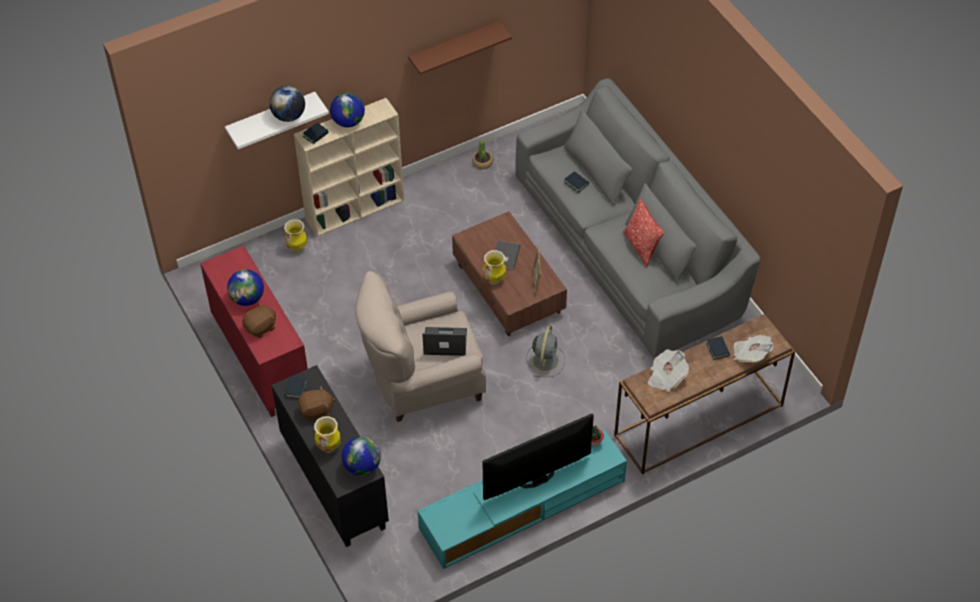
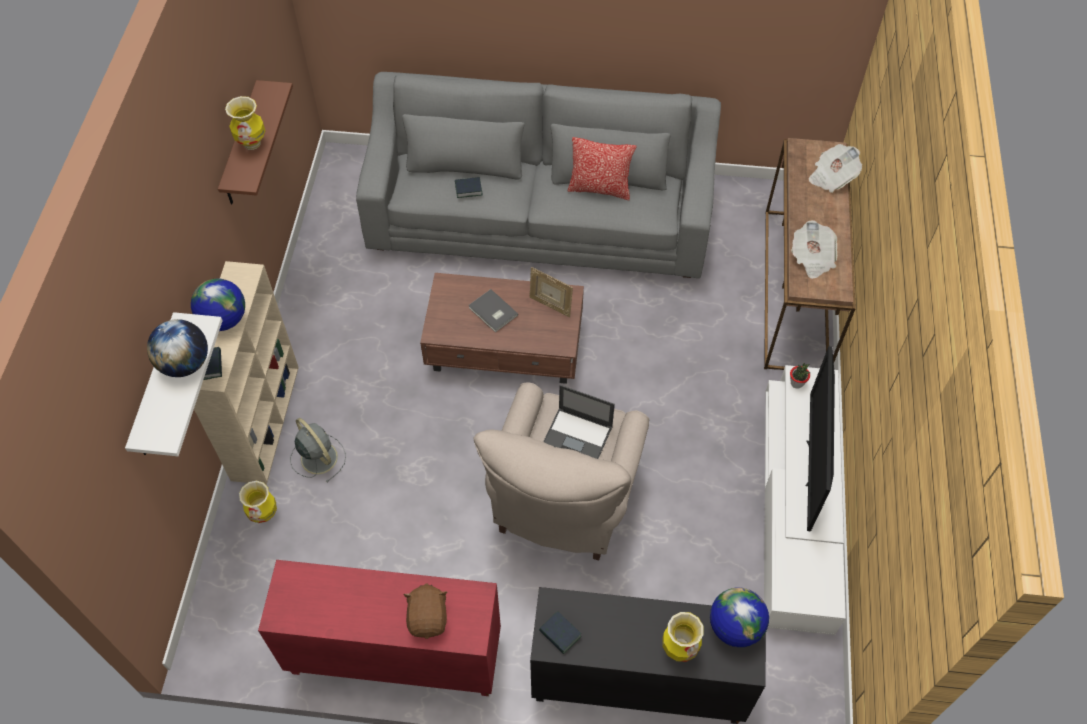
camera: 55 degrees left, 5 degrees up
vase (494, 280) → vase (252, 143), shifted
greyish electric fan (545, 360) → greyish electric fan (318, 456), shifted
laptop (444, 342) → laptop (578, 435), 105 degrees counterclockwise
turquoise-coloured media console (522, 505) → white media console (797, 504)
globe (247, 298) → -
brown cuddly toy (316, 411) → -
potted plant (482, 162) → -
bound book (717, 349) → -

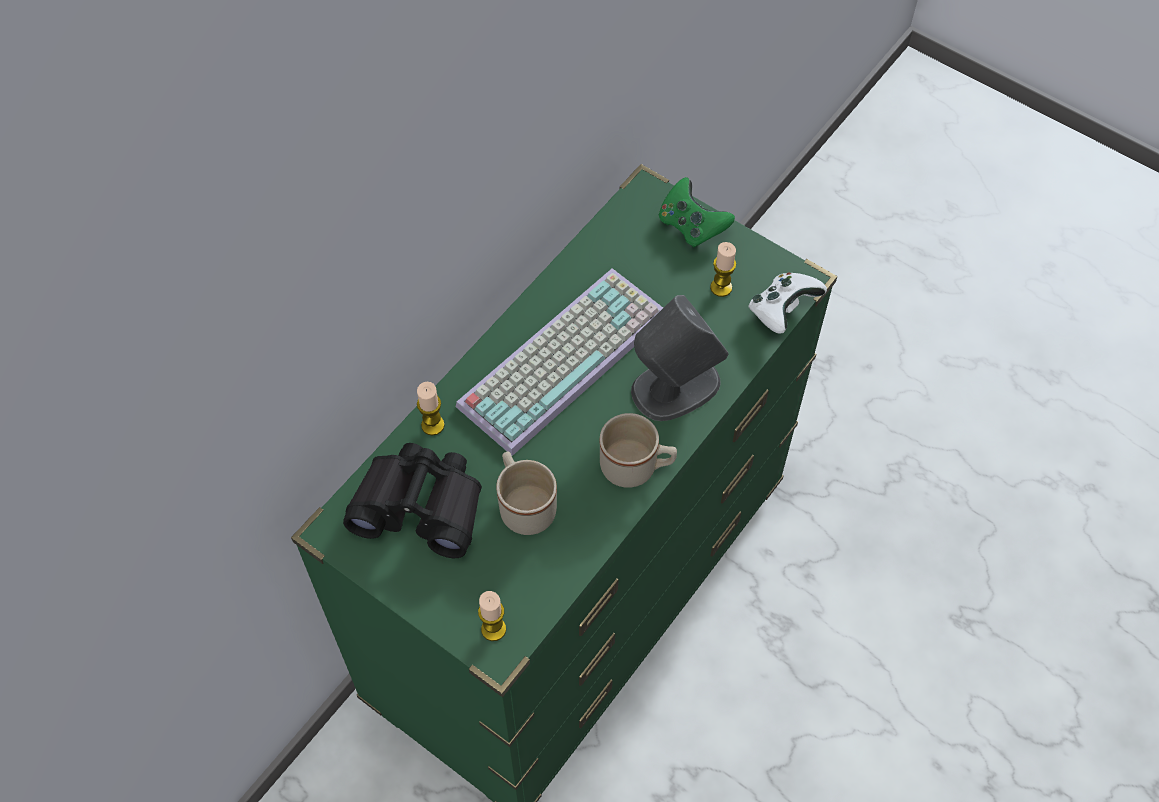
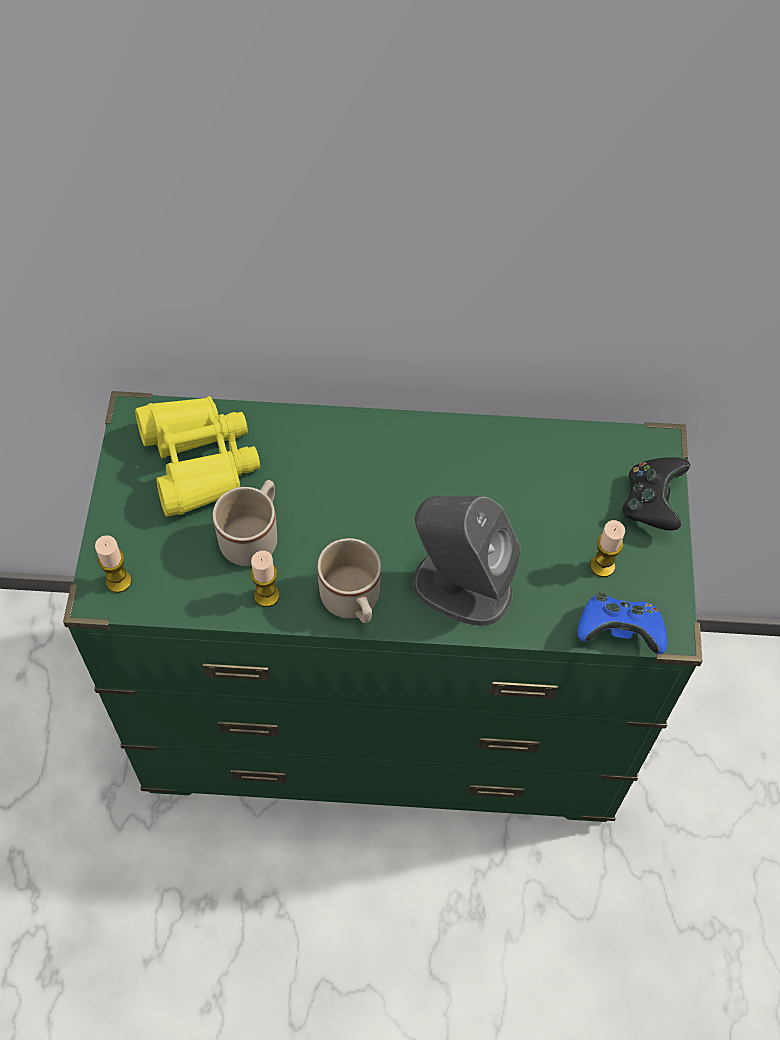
camera: 55 degrees right, 0 degrees up
black binoculars (420, 507) → yellow-coloured binoculars (199, 462)
wax light (432, 425) → wax light (267, 595), shifted
white joypad (782, 311) → blue-coloured joypad (619, 633)
greenish joypad (691, 226) → black joypad (651, 503)
computer keyboard (562, 356) → -

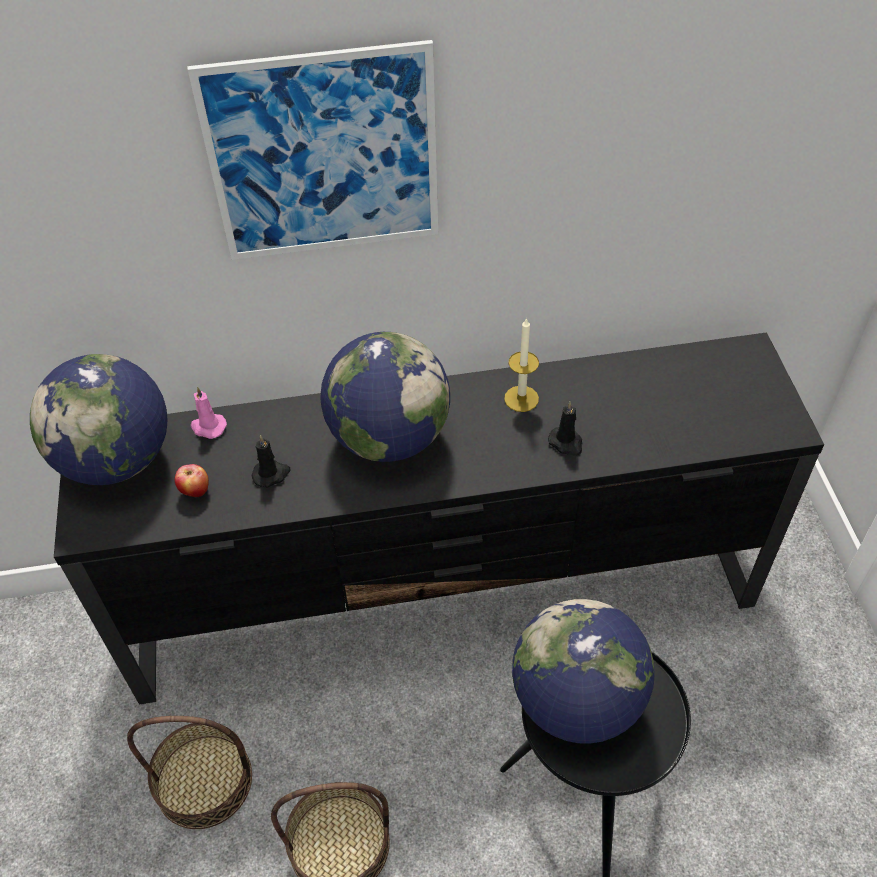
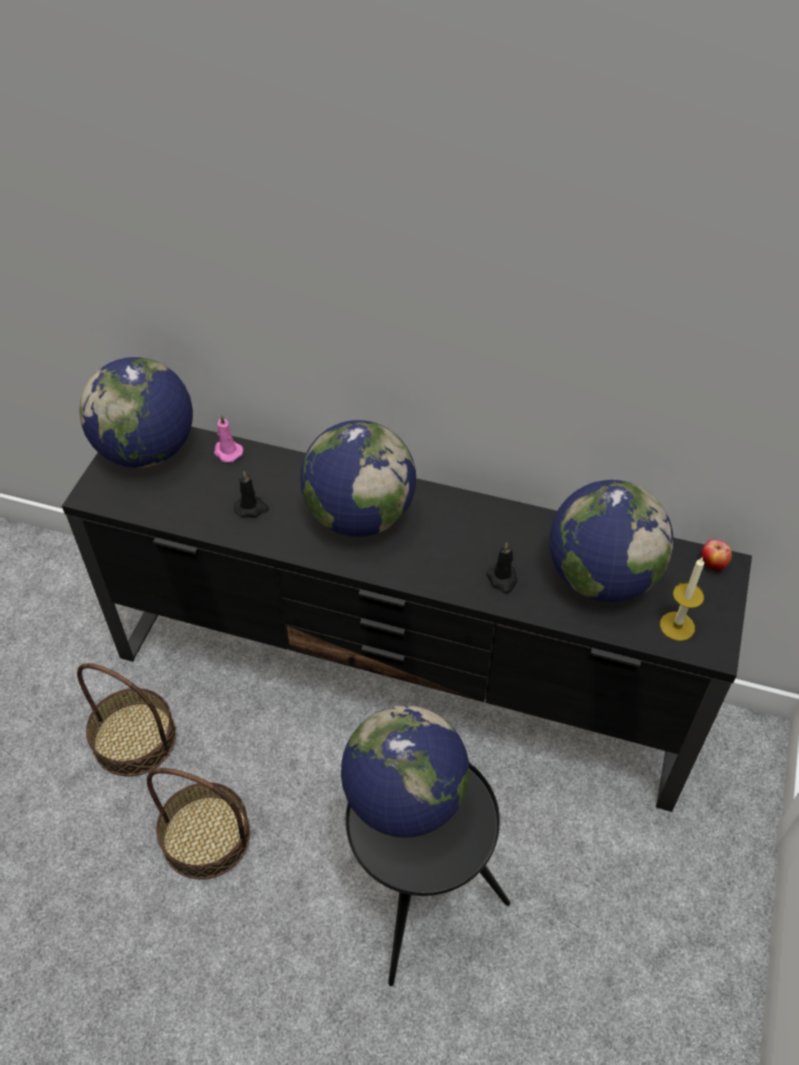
camera: 25 degrees right, 0 degrees up
- → globe (601, 577)
wax light (521, 398) → wax light (677, 626), shifted
whole apple (195, 491) → whole apple (712, 565), shifted
wall art (324, 156) → -

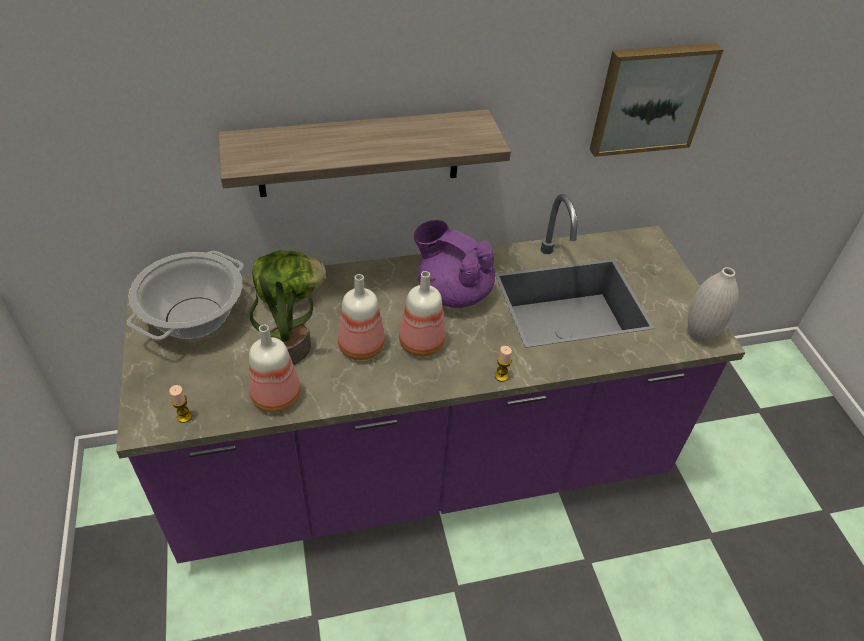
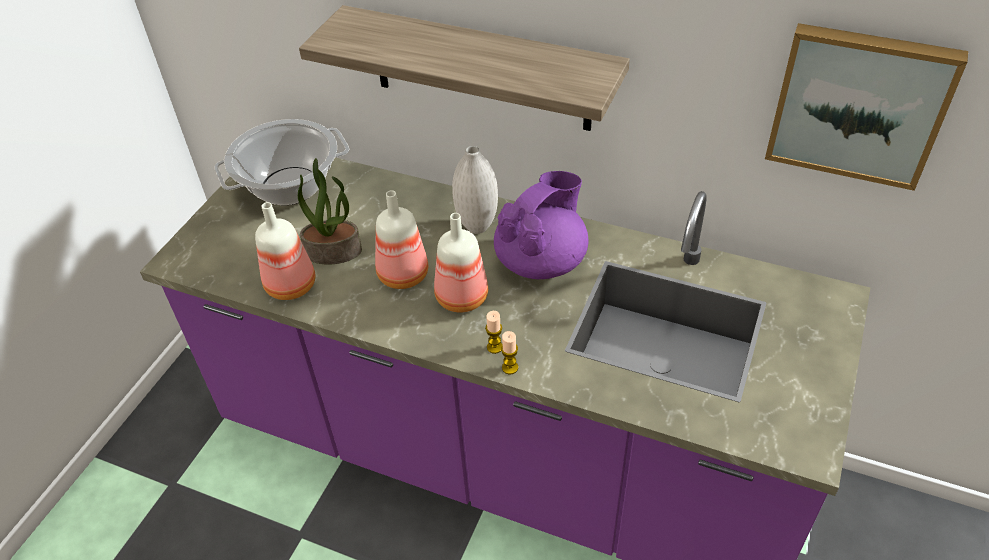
camera: 40 degrees right, 0 degrees up
white vase (699, 335) → white vase (477, 226), shifted
wax light (184, 416) → wax light (494, 347), shifted
purplish teapot (453, 292) → purplish teapot (542, 261), 60 degrees clockwise
lettuce head (289, 295) → -

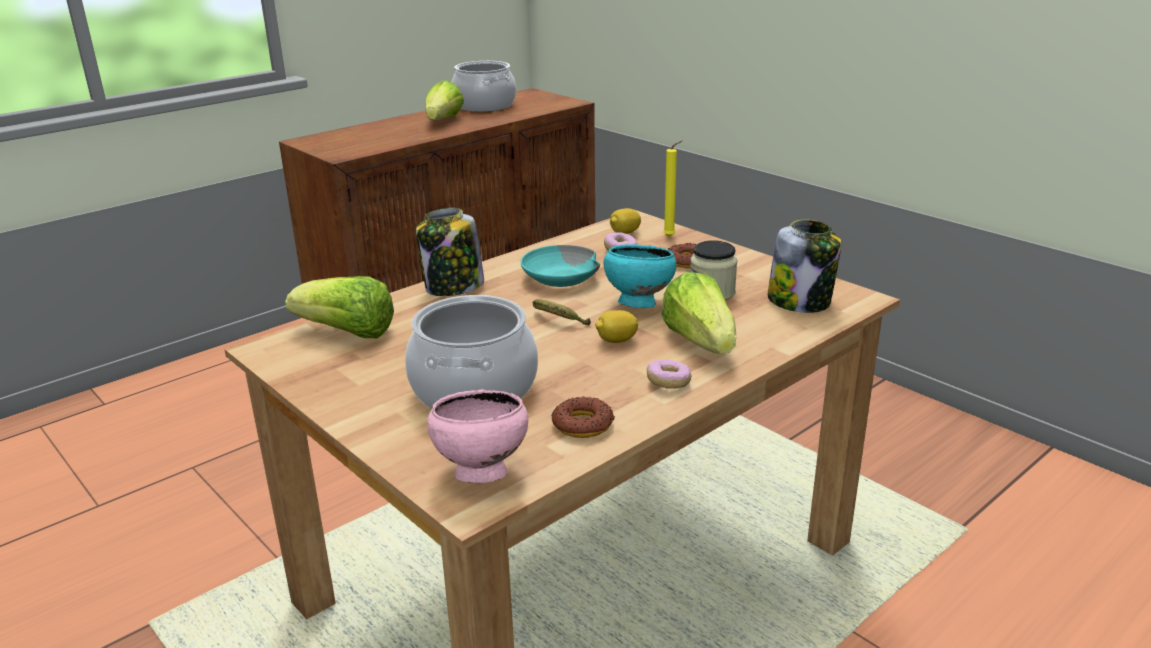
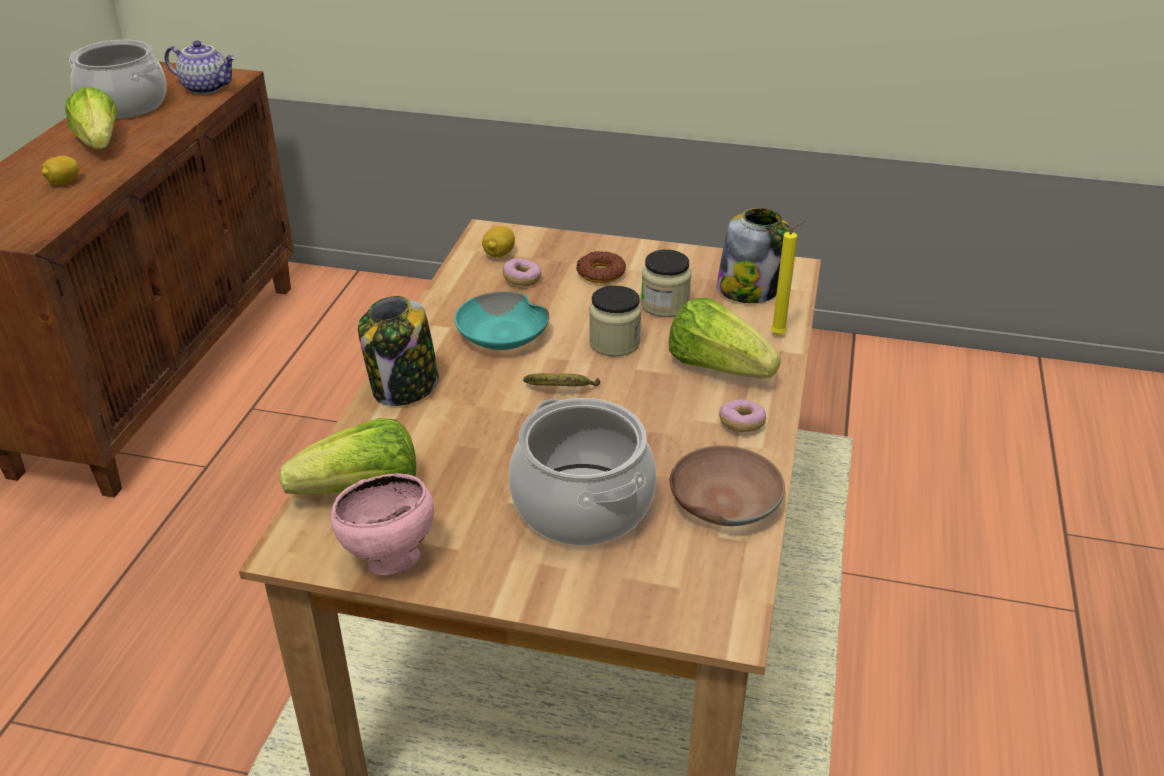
camera: 35 degrees left, 10 degrees up
whole lemon (616, 341) → whole lemon (64, 183), shifted
- → teapot (207, 88)
pink bowl (479, 473) → pink bowl (388, 559), shifted
turquoise-coloured bowl (637, 304) → jar (614, 343)
doughnut (583, 424) → brown bowl (723, 500)
yellow-coloured wax light (671, 237) → yellow-coloured wax light (780, 334), shifted

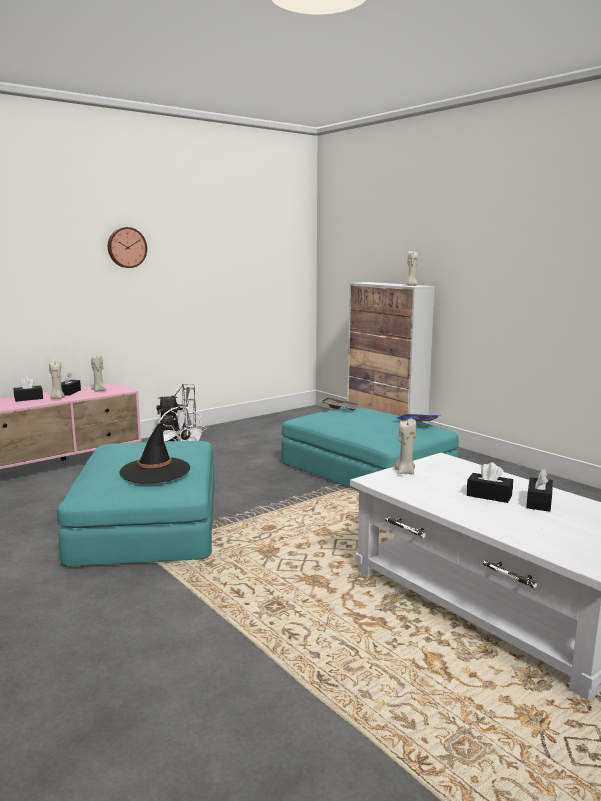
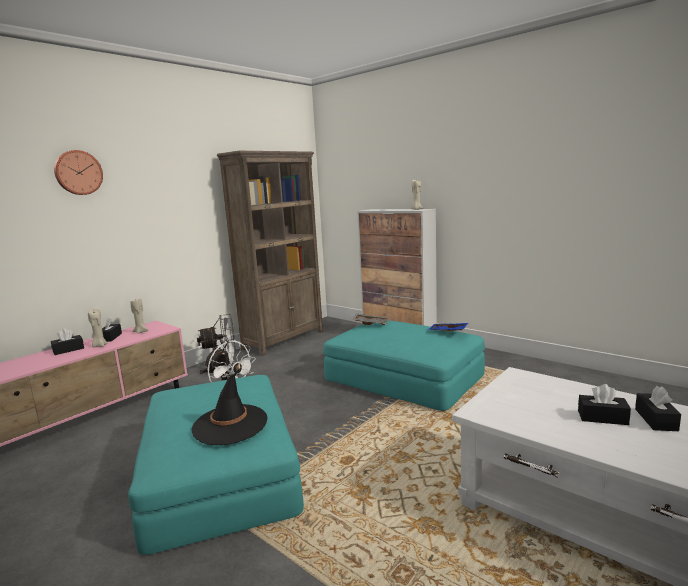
camera: 10 degrees left, 0 degrees up
wall clock (126, 247) → wall clock (78, 172), shifted
- → brown shelving unit (284, 339)
beige-coloured wax light (405, 472) → -

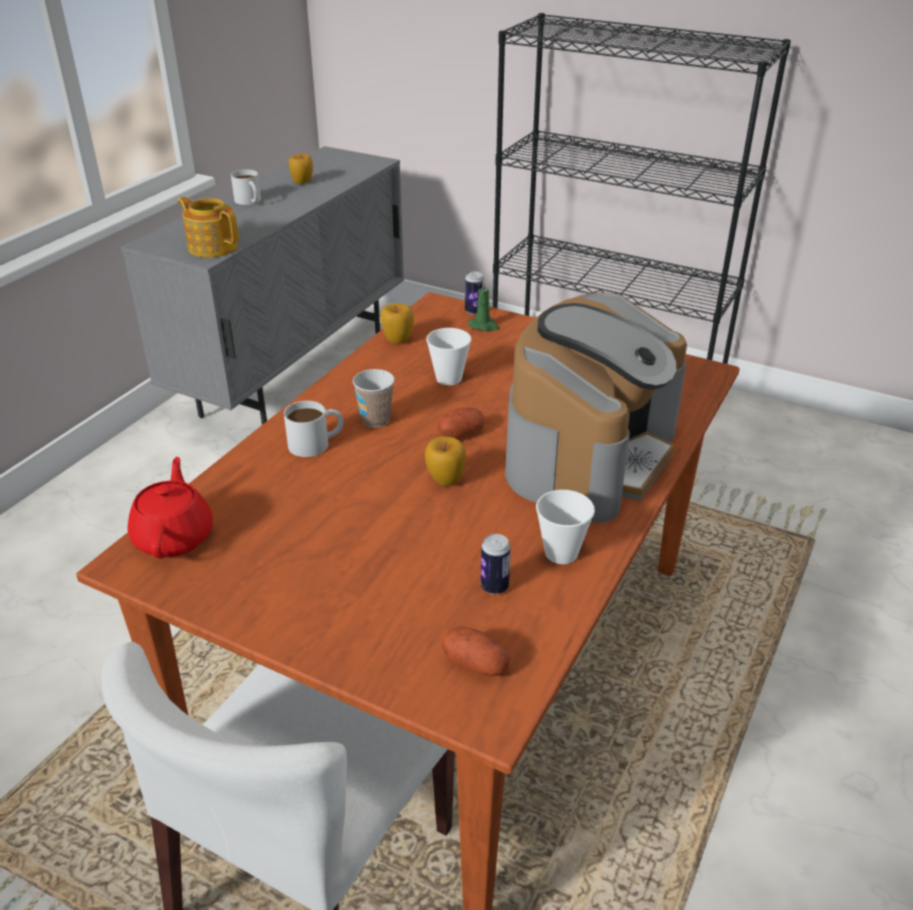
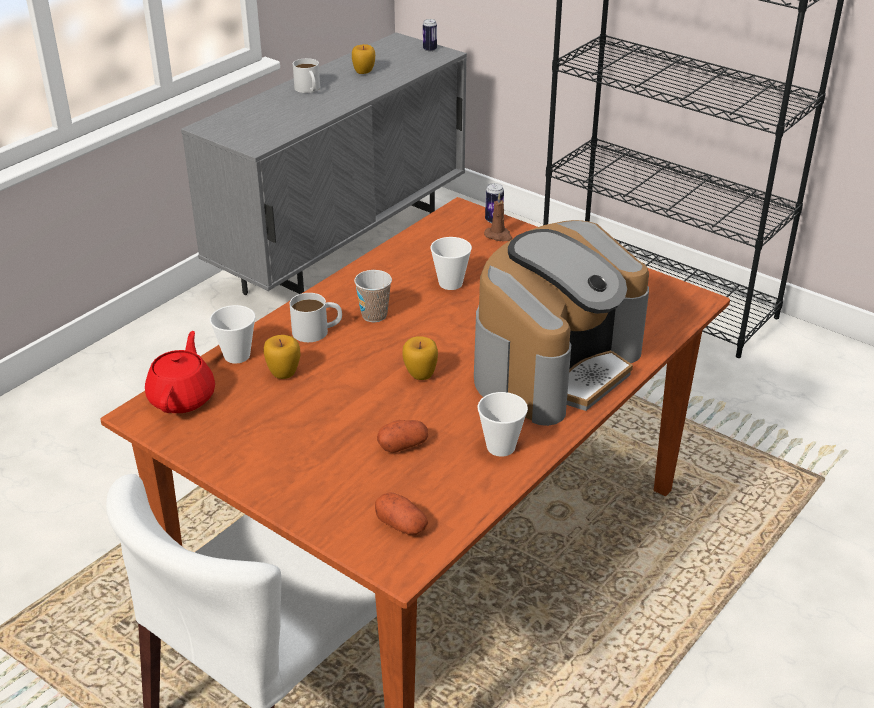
camera: 10 degrees right, 0 degrees up
- → small cup (237, 356)
whole apple (398, 340) → whole apple (284, 373), shifted
whole potato (461, 433) → whole potato (403, 445), shifted
metal can (494, 587) → metal can (429, 49), shifted
greenish wax light (484, 326) → brown wax light (499, 236)
teapot (212, 246) → -

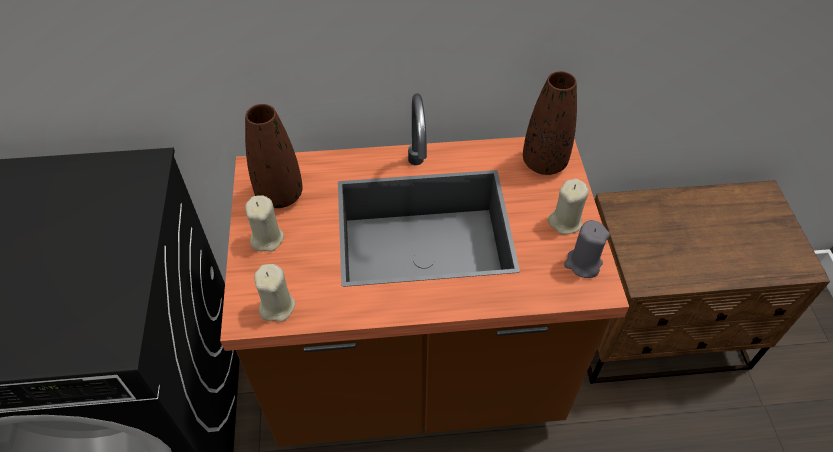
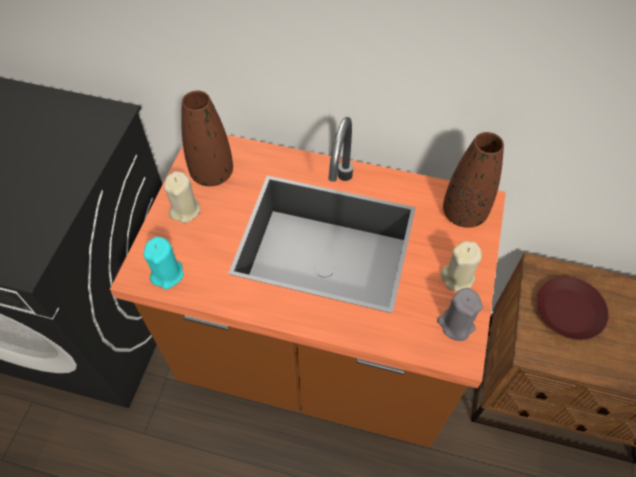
camera: 20 degrees right, 5 degrees up
beige-coloured wax light (277, 306) → turquoise-coloured wax light (167, 274)
- → brown plate (568, 310)

